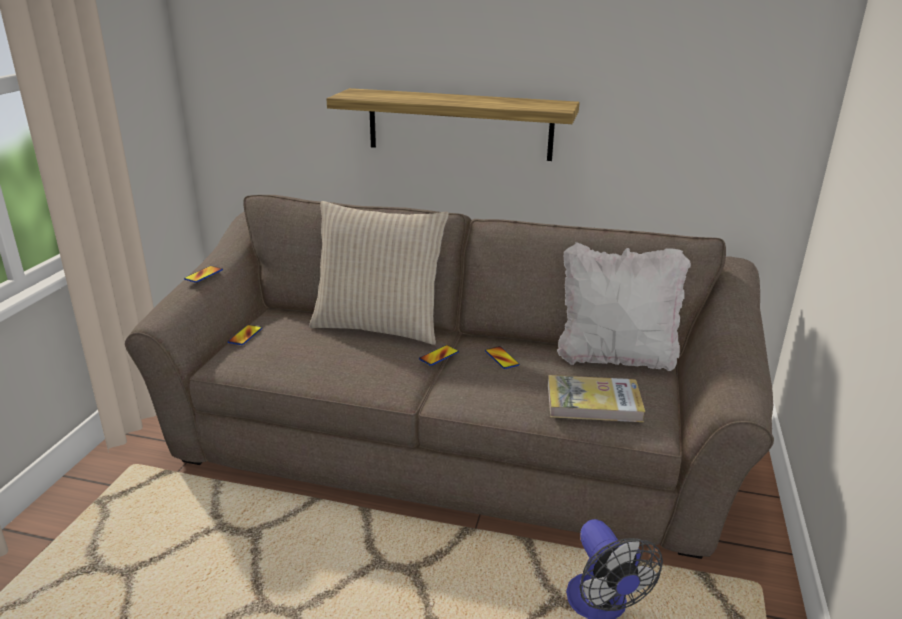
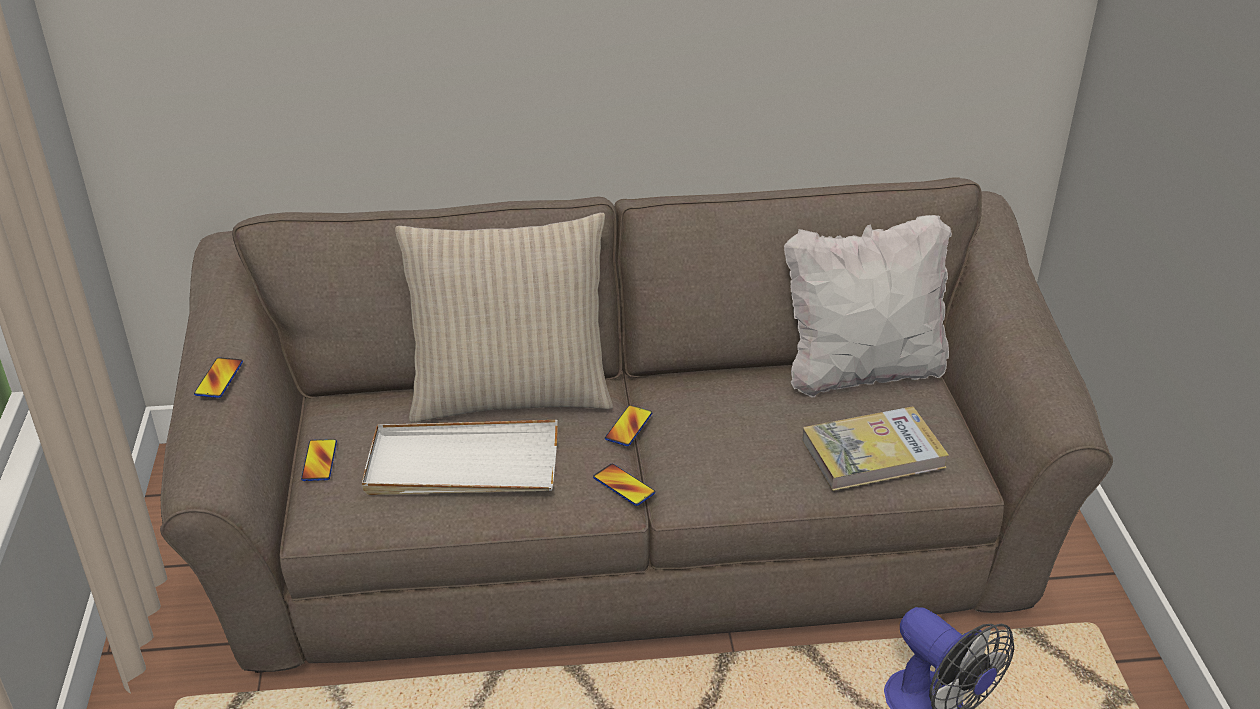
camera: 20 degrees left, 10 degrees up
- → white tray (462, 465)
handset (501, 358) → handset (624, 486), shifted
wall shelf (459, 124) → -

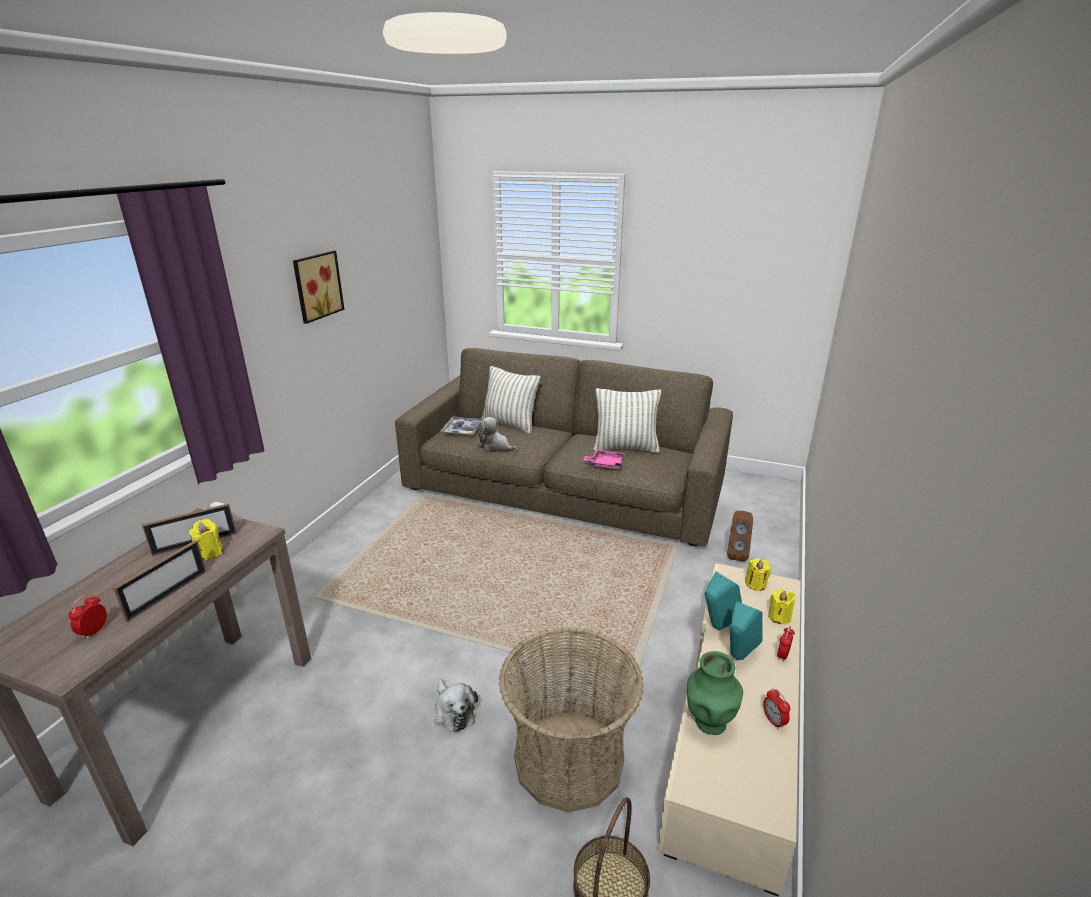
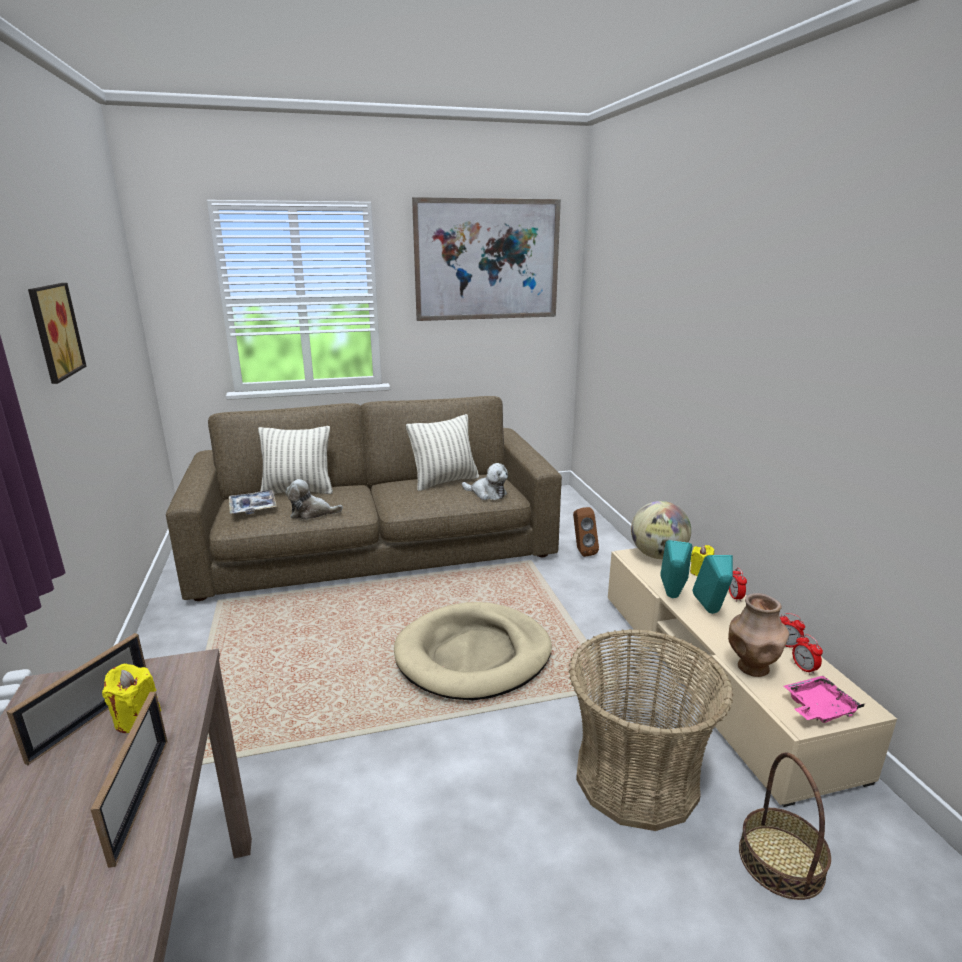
camera: 35 degrees left, 5 degrees down
- → beige-coloured dog cushion (473, 655)
- → wall art (487, 260)
cuddly toy (453, 712) → cuddly toy (487, 494), shifted
yellow-coloured wax light (755, 584) → globe (657, 555)
greenish vase (709, 722) → brown vase (752, 668)
pink tray (605, 464) → pink tray (818, 708), shifted
alarm clock (94, 631) → alarm clock (804, 668), shifted

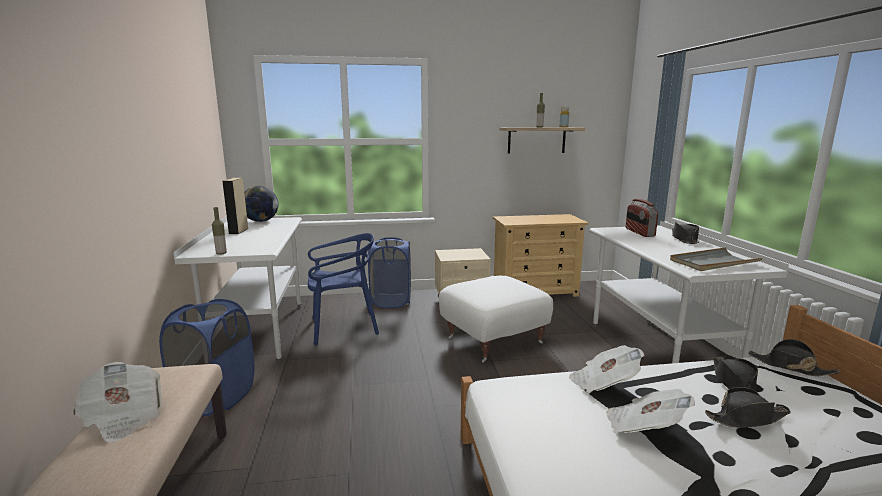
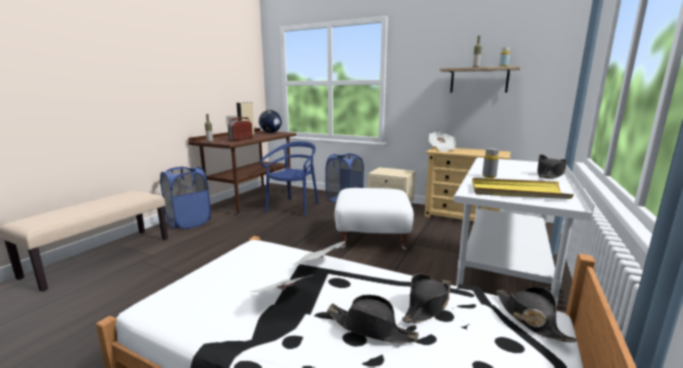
camera: 35 degrees right, 0 degrees up
white desk table (259, 332) → brown desk table (251, 199)
radio set (639, 232) → radio set (241, 139), shifted
blue-coloured chair (343, 327) → blue-coloured chair (294, 207), 90 degrees counterclockwise
daily paper (123, 418) → daily paper (441, 149), shifted
greyish tray (713, 262) → yellow-coloured tray (516, 192)
- → greyish drink bottle (489, 176)

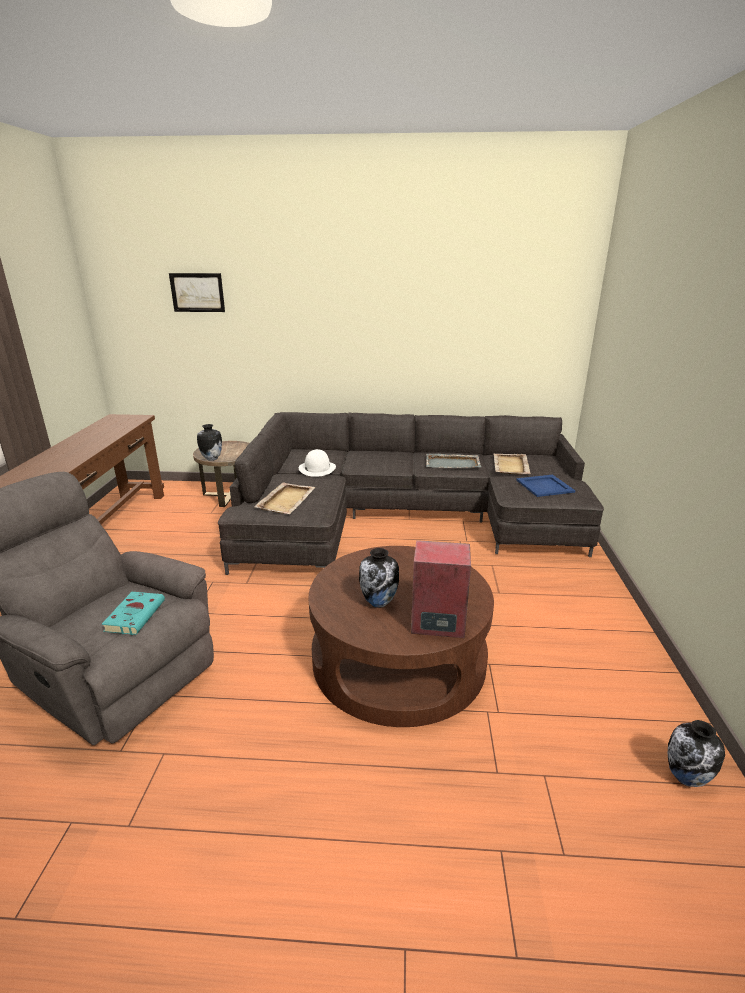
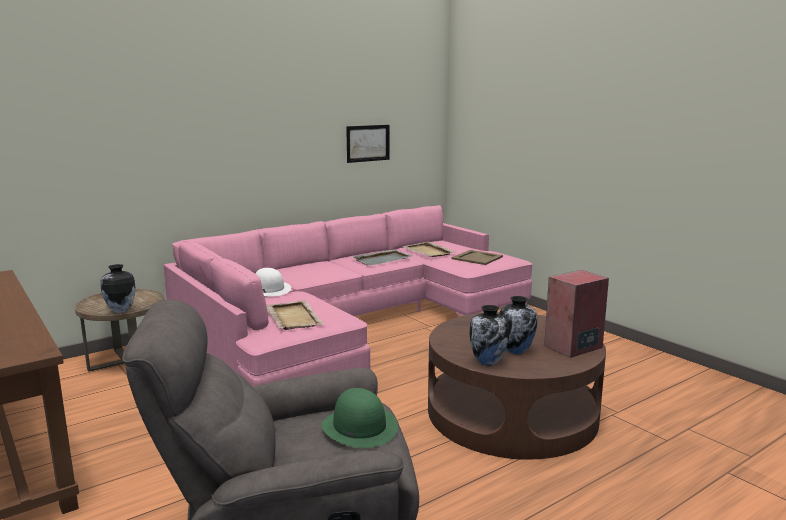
camera: 40 degrees left, 10 degrees down
greyish sofa (402, 517) → pink sofa (350, 326)
turquoise-coloured bound book (136, 615) → greenish wearable hat (359, 427)
wall art (197, 292) → wall art (368, 143), shifted
blue-coloured tray (545, 486) → beige-coloured tray (477, 258)
vase (686, 778) → vase (488, 362), shifted

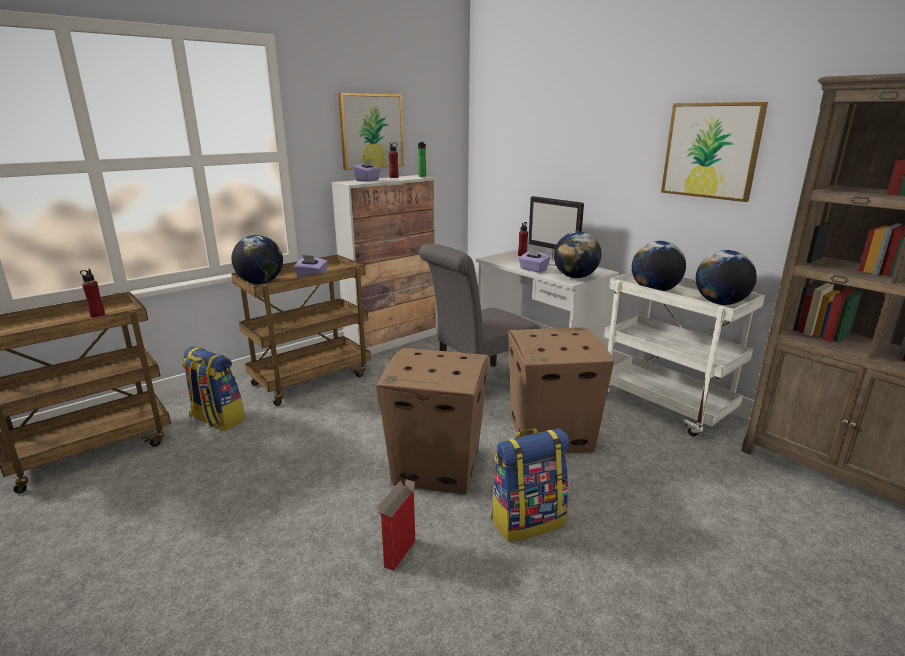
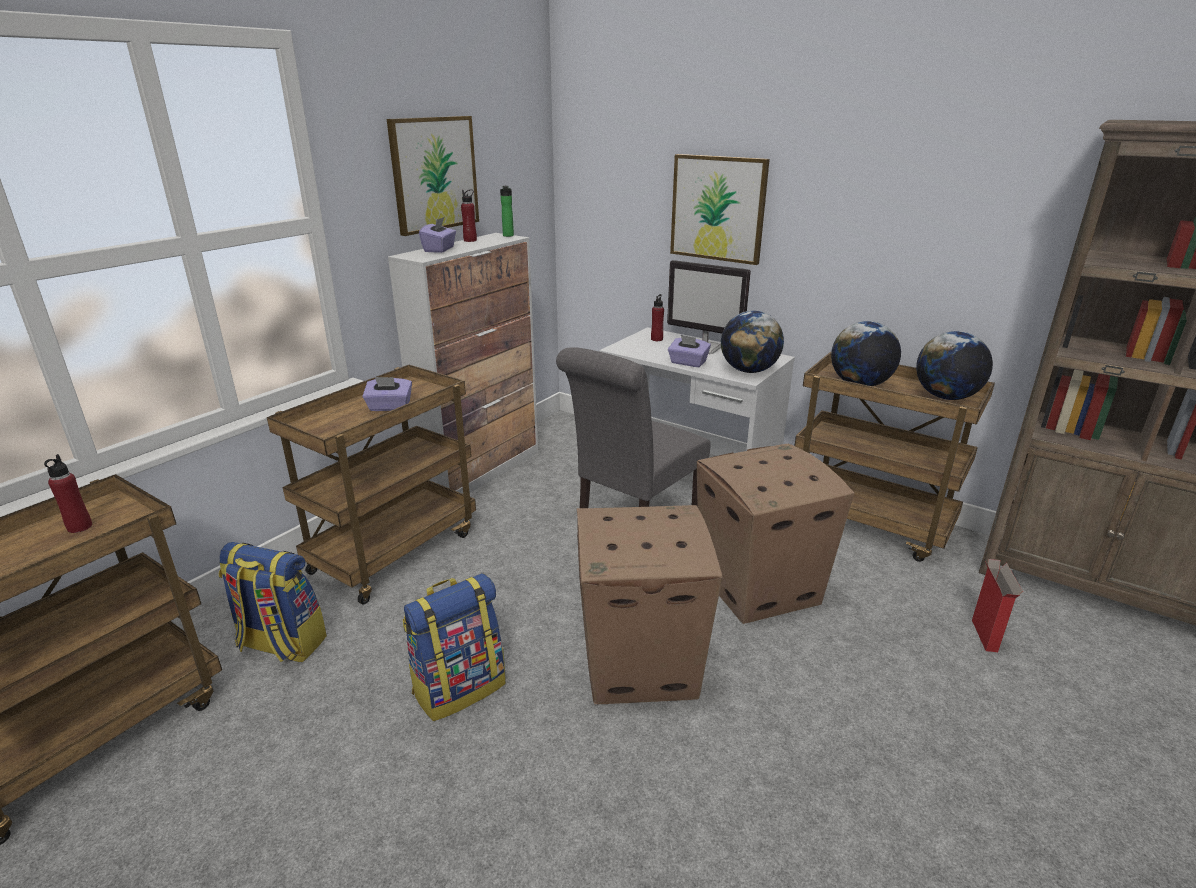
camera: 15 degrees left, 5 degrees up
backpack (527, 520) → backpack (459, 687), shifted
wall art (711, 150) → wall art (718, 208), shifted
white wheeled cart (665, 406) → brown wheeled cart (870, 524)
cardboard box (399, 554) → cardboard box (985, 636), shifted
globe (260, 282) → -

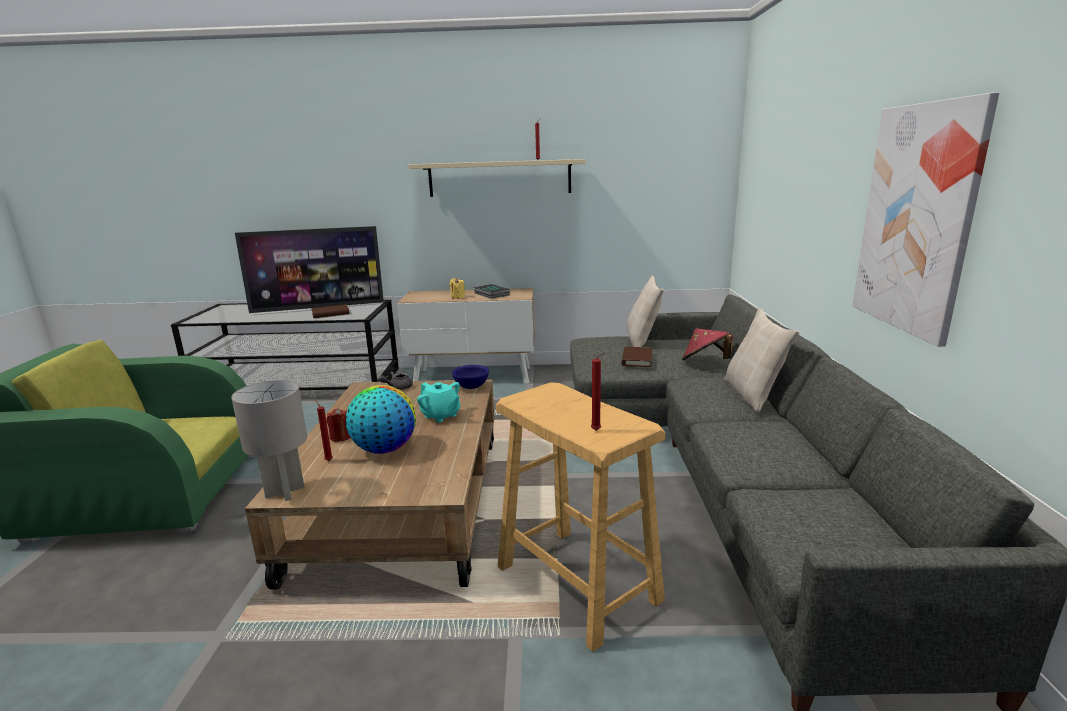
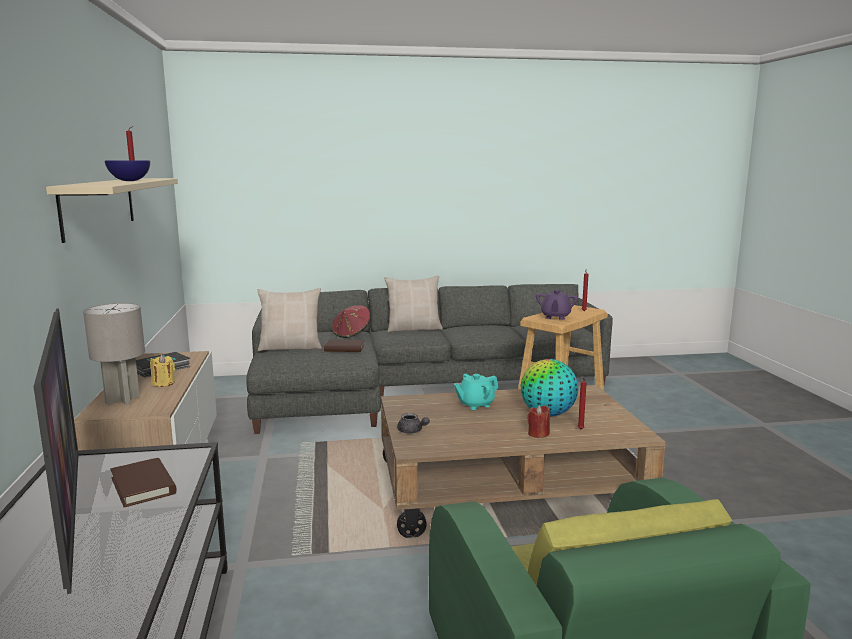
camera: 100 degrees left, 5 degrees down
greyish lamp for a table (284, 491) → greyish lamp for a table (122, 400), shifted
blue-coloured bowl (471, 387) → blue-coloured bowl (130, 181), shifted
turquoise-coloured teapot (440, 416) → turquoise-coloured teapot (475, 404), 150 degrees counterclockwise
- → purplish teapot (555, 317)
wall art (917, 219) → -

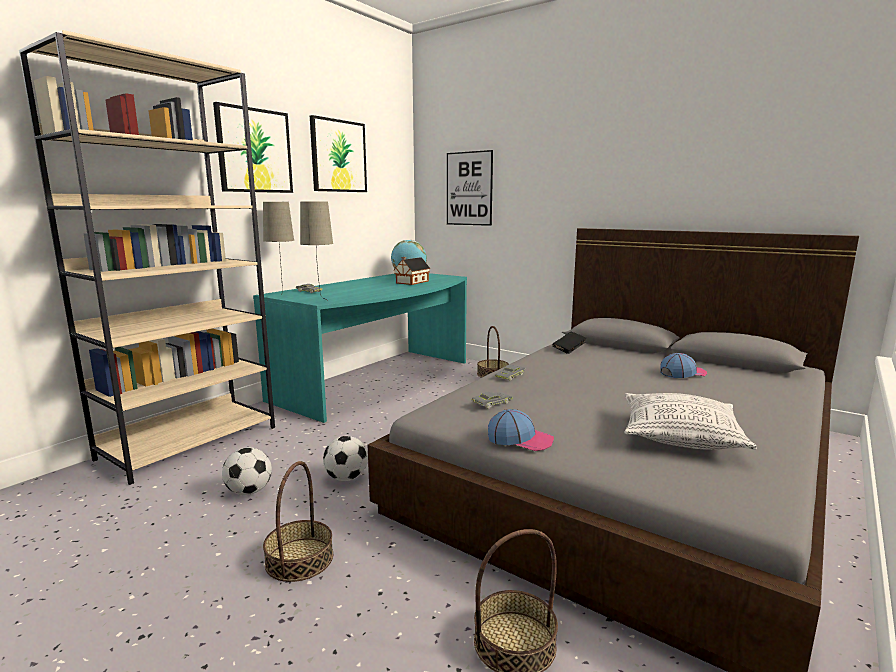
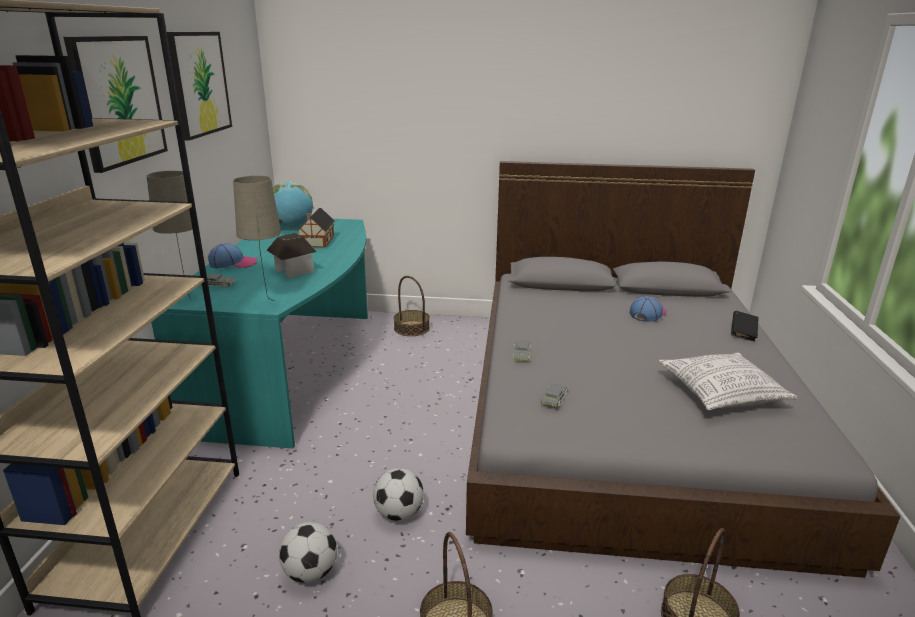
camera: 30 degrees left, 10 degrees up
peaked cap (520, 439) → peaked cap (233, 263), shifted
- → miniature house (293, 271)
black bound book (569, 350) → black bound book (743, 333), shifted
wall art (469, 188) → -

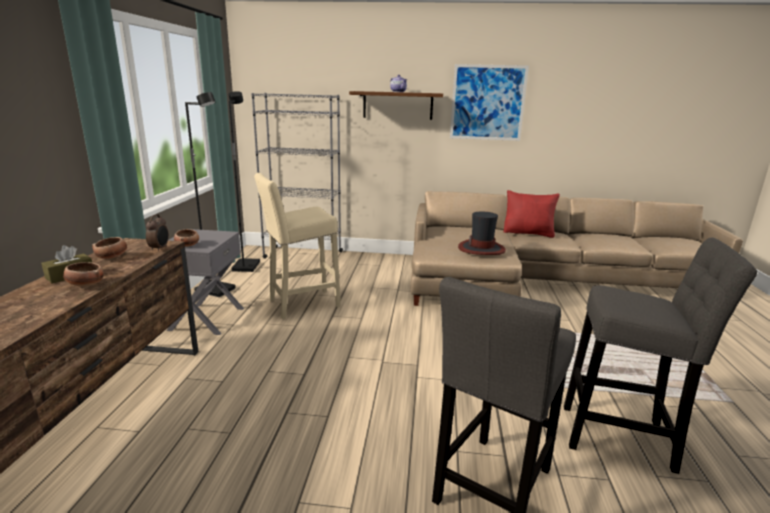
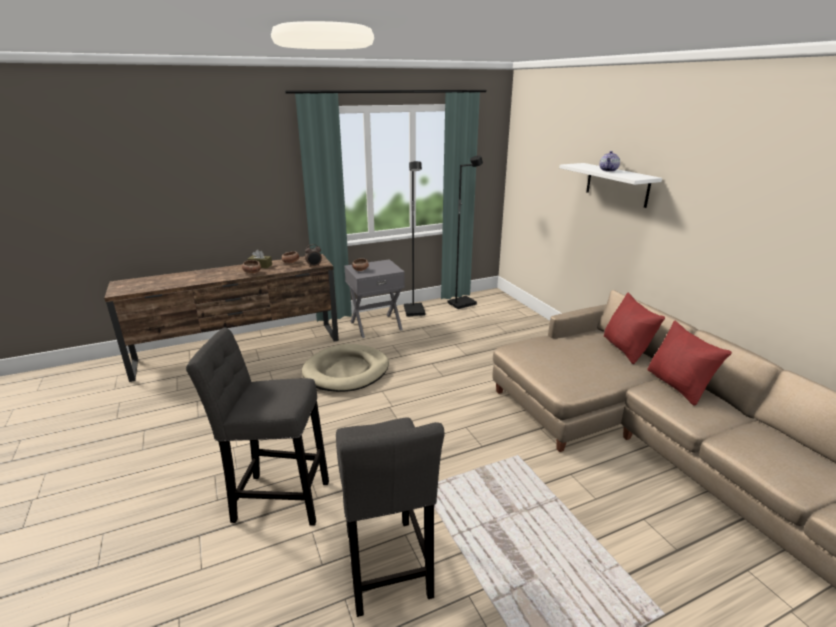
camera: 60 degrees right, 5 degrees up
- → beige-coloured dog cushion (346, 371)
brown wall shelf (397, 105) → white wall shelf (617, 184)
- → reddish pillow (626, 349)
greyish shelving unit (303, 254) → -
beige-coloured sitting stool (300, 304) → -
wall art (487, 103) → -
wearable hat (481, 248) → -

